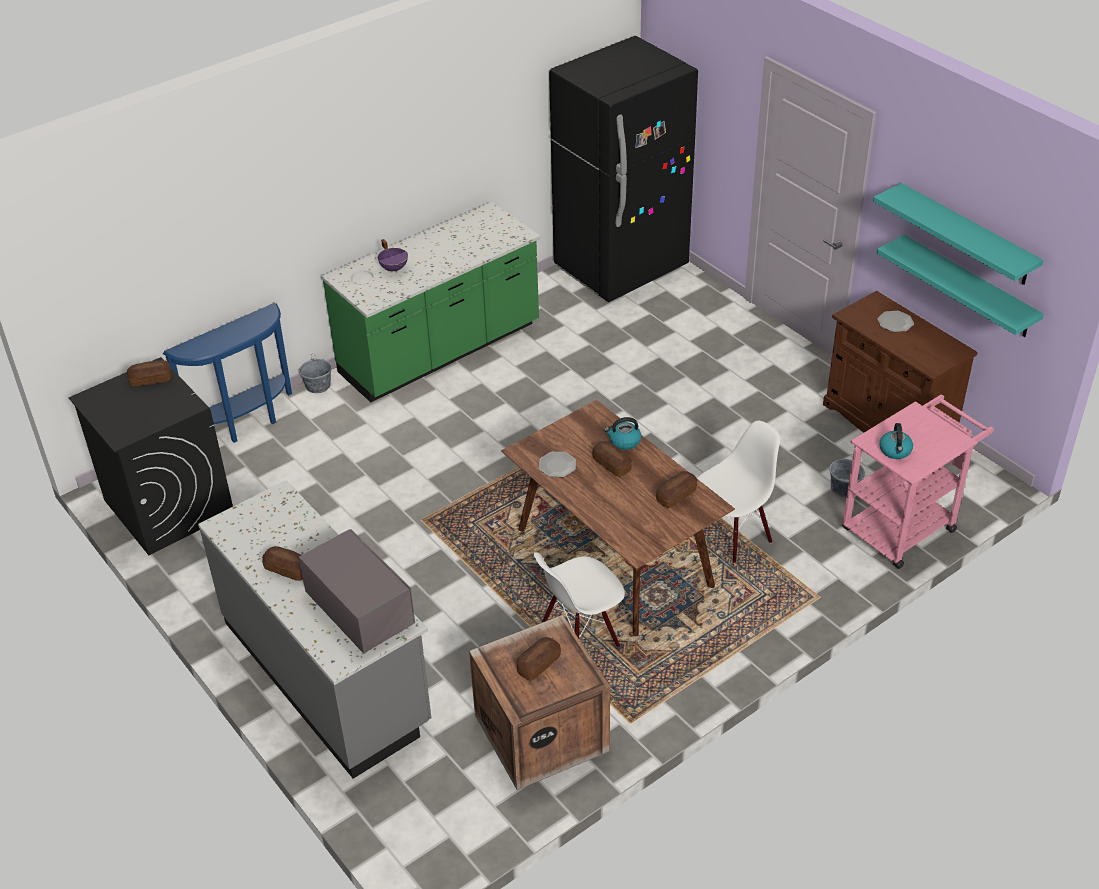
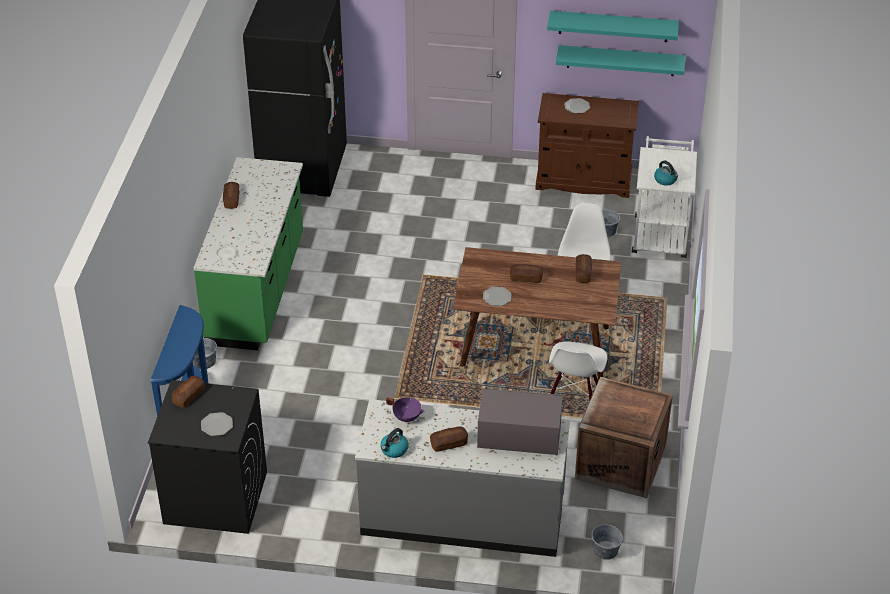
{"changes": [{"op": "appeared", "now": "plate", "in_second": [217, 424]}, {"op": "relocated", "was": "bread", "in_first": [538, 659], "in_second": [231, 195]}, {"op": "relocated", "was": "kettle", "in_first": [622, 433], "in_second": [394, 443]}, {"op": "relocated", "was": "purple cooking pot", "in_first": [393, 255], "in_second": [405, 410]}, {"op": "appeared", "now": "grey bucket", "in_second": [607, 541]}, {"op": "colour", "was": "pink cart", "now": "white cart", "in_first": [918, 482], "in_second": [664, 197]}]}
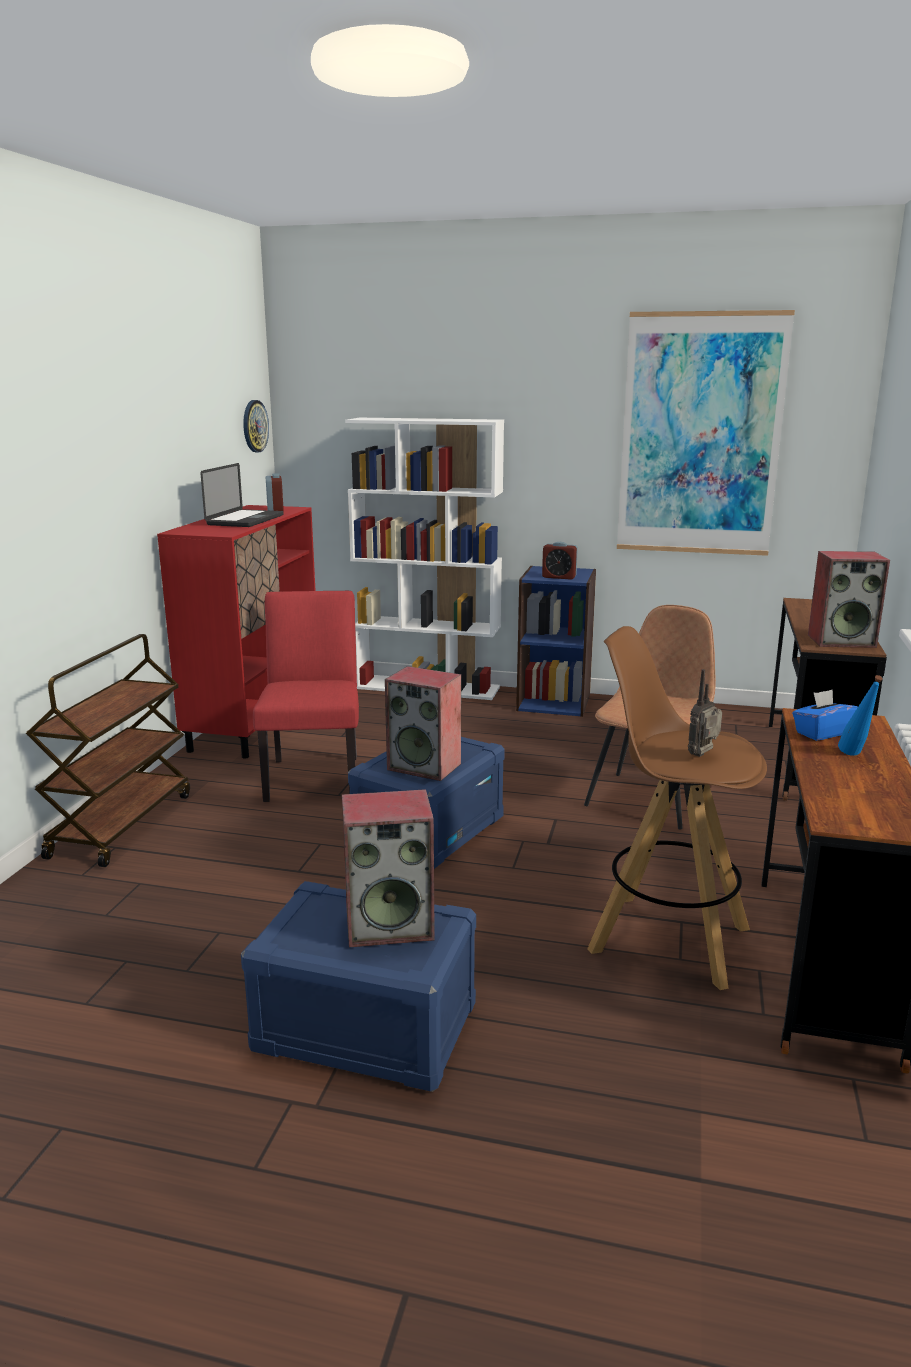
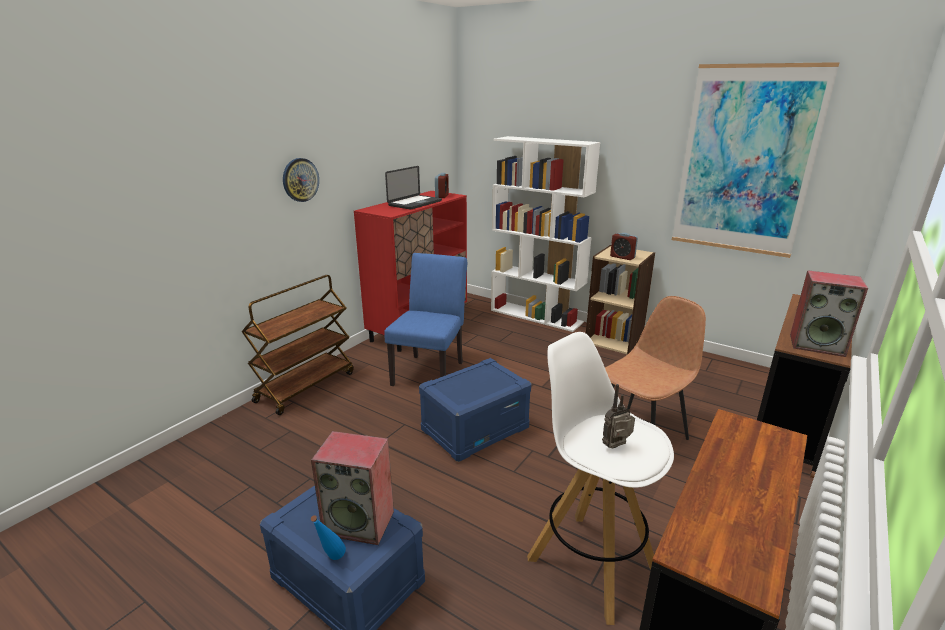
{"changes": [{"op": "relocated", "was": "wall clock", "in_first": [256, 426], "in_second": [301, 180]}, {"op": "relocated", "was": "blue bottle", "in_first": [860, 715], "in_second": [328, 537]}, {"op": "colour", "was": "red chair", "now": "blue chair", "in_first": [306, 696], "in_second": [425, 319]}, {"op": "colour", "was": "brown stool", "now": "white stool", "in_first": [677, 808], "in_second": [600, 478]}, {"op": "colour", "was": "blue bookcase", "now": "beige bookcase", "in_first": [556, 641], "in_second": [620, 300]}, {"op": "missing", "was": "speaker", "in_first": [423, 723]}, {"op": "missing", "was": "blue tissue box", "in_first": [825, 715]}]}
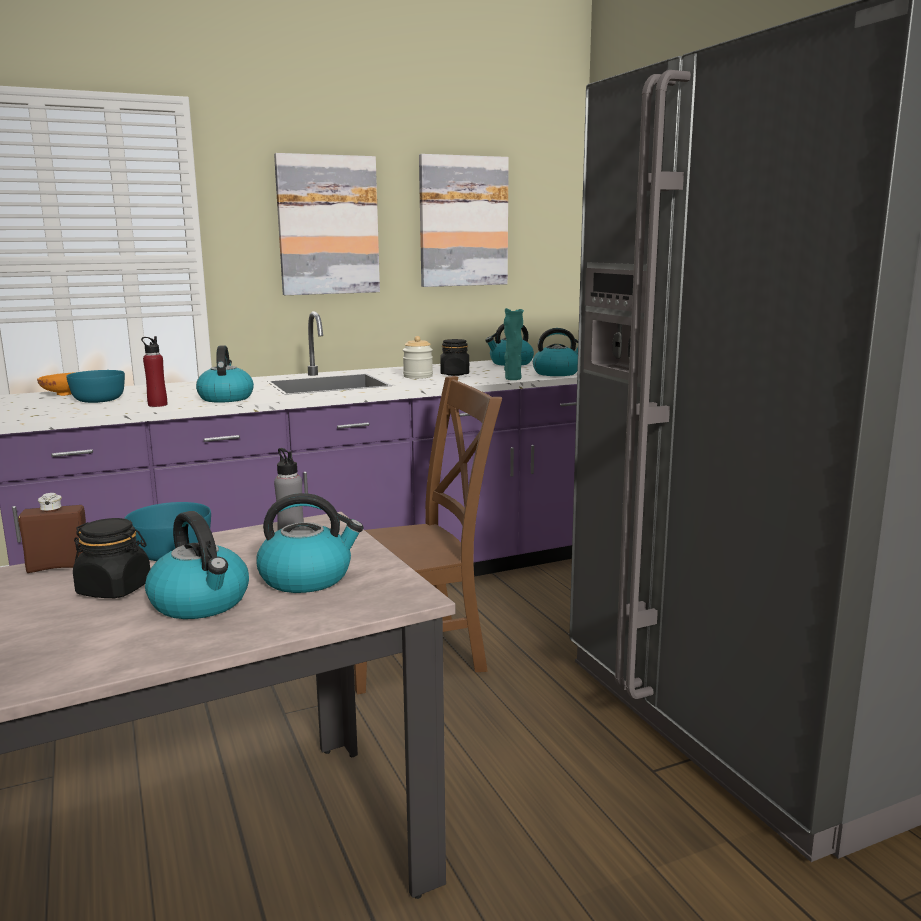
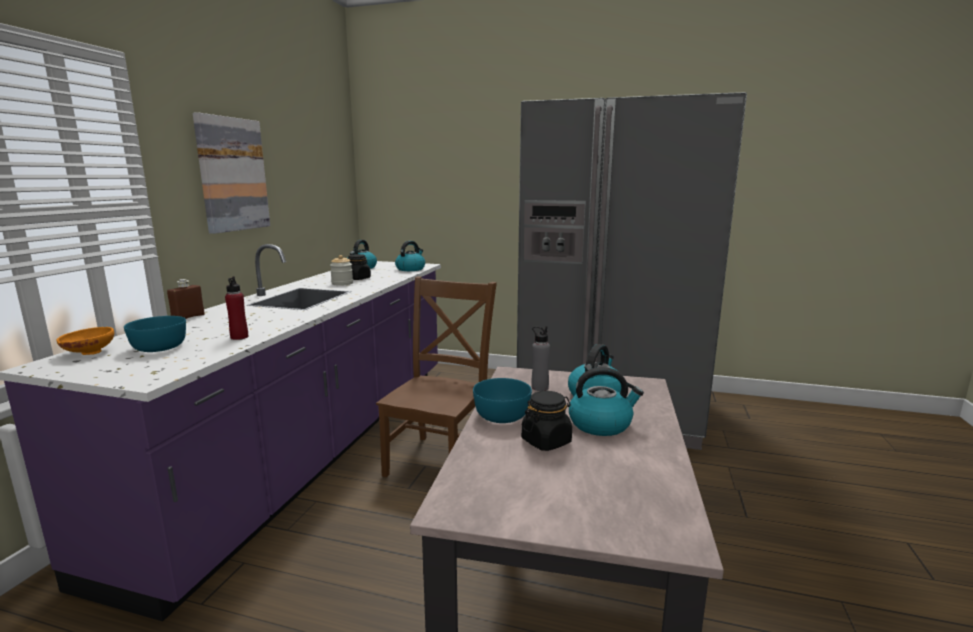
{"changes": [{"op": "relocated", "was": "brown bottle", "in_first": [52, 533], "in_second": [186, 299]}, {"op": "missing", "was": "kettle", "in_first": [225, 374]}, {"op": "missing", "was": "picture", "in_first": [464, 220]}, {"op": "missing", "was": "turquoise vase", "in_first": [514, 344]}]}
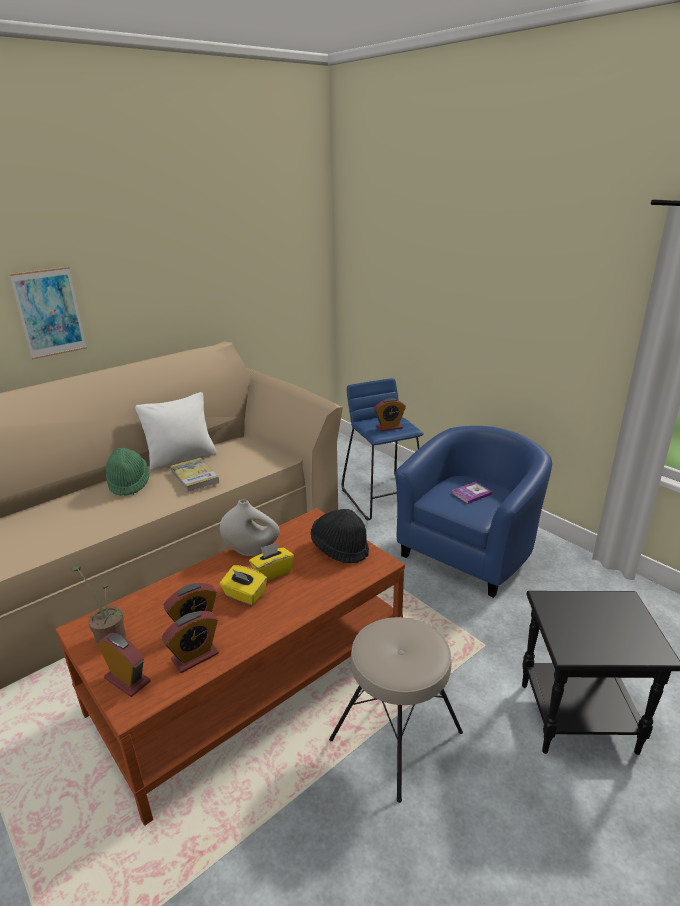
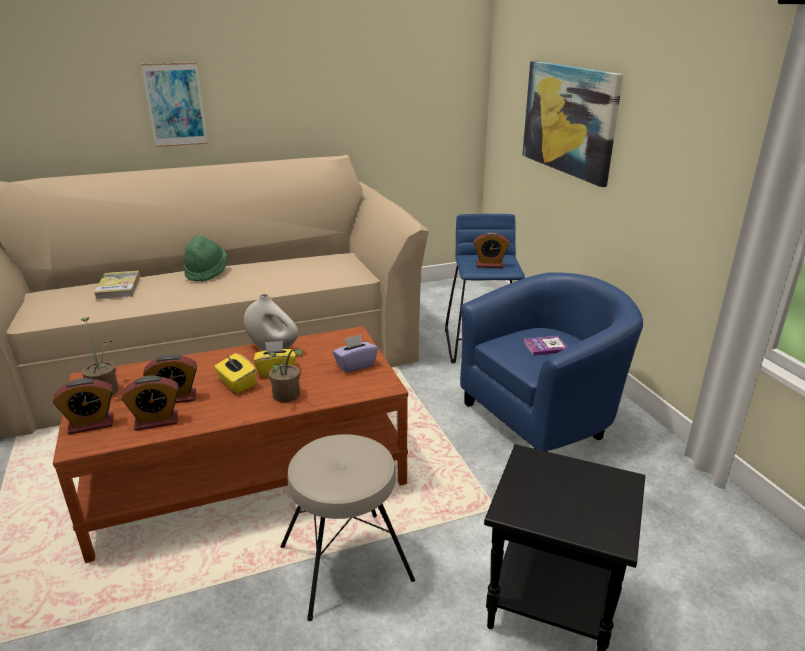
{"changes": [{"op": "spun", "was": "alarm clock", "in_first": [124, 665], "in_second": [83, 406], "clockwise": 105}, {"op": "relocated", "was": "book", "in_first": [194, 475], "in_second": [117, 285]}, {"op": "appeared", "now": "potted plant", "in_second": [285, 375]}, {"op": "exchanged", "was": "black hat", "now": "purple tissue box", "in_first": [340, 536], "in_second": [355, 353]}, {"op": "appeared", "now": "picture", "in_second": [572, 124]}, {"op": "missing", "was": "white pillow", "in_first": [175, 431]}]}
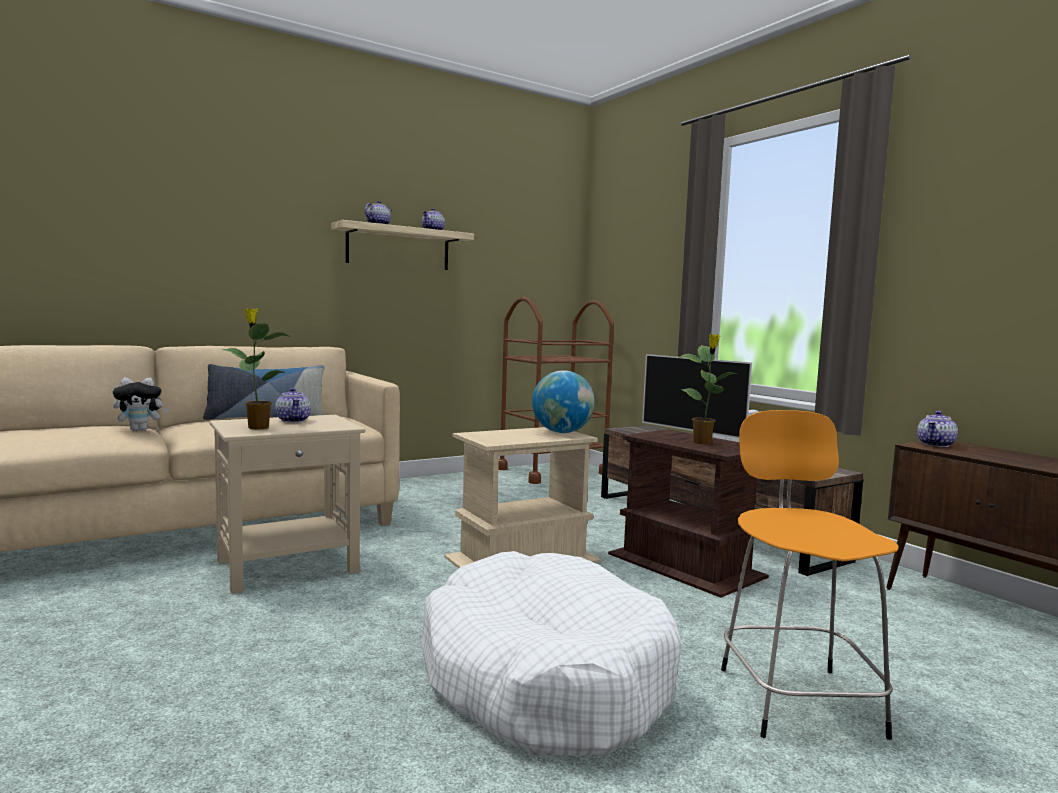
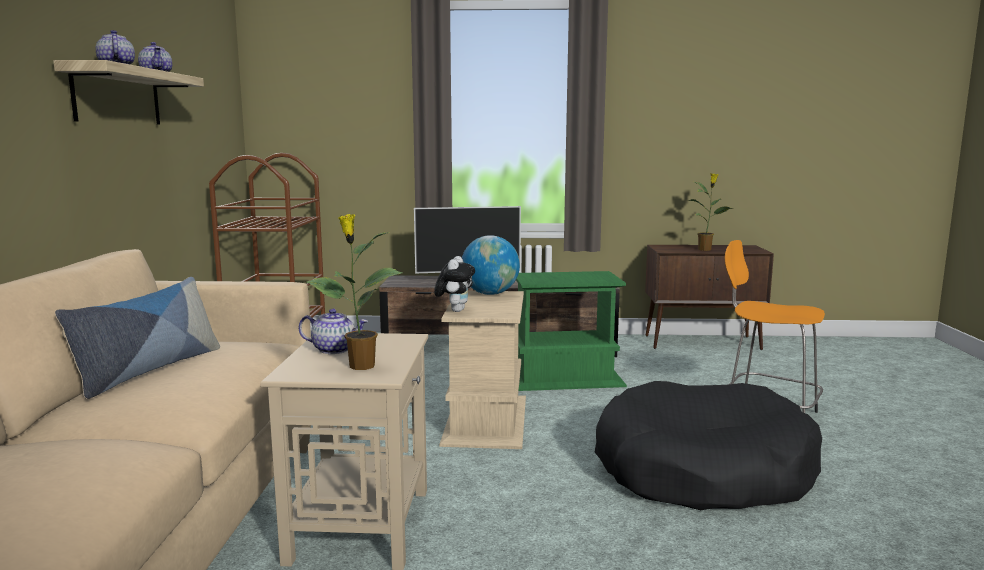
{"changes": [{"op": "relocated", "was": "plush toy", "in_first": [141, 404], "in_second": [454, 284]}, {"op": "colour", "was": "brown side table", "now": "green side table", "in_first": [688, 513], "in_second": [571, 331]}, {"op": "colour", "was": "white dog bed", "now": "black dog bed", "in_first": [551, 653], "in_second": [708, 445]}, {"op": "relocated", "was": "potted plant", "in_first": [707, 389], "in_second": [711, 212]}, {"op": "missing", "was": "teapot", "in_first": [937, 429]}]}
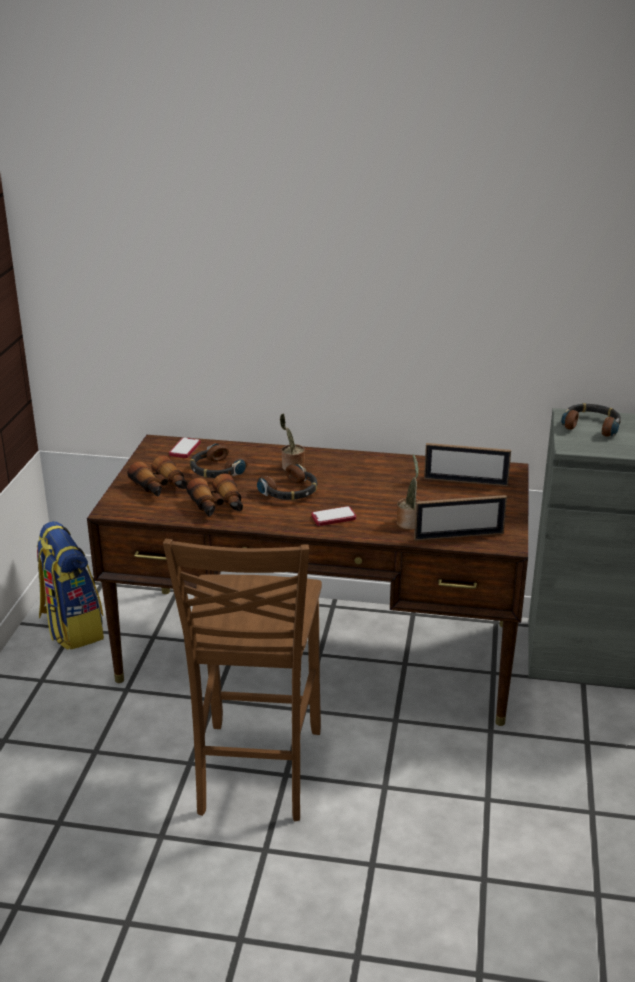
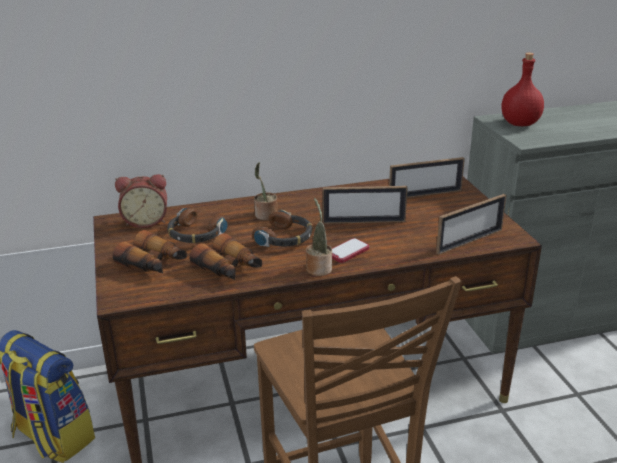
{"changes": [{"op": "exchanged", "was": "phone", "now": "alarm clock", "in_first": [185, 448], "in_second": [141, 201]}, {"op": "relocated", "was": "potted plant", "in_first": [408, 491], "in_second": [319, 237]}, {"op": "appeared", "now": "picture frame", "in_second": [365, 205]}, {"op": "exchanged", "was": "headphones", "now": "red bottle", "in_first": [591, 420], "in_second": [522, 89]}]}
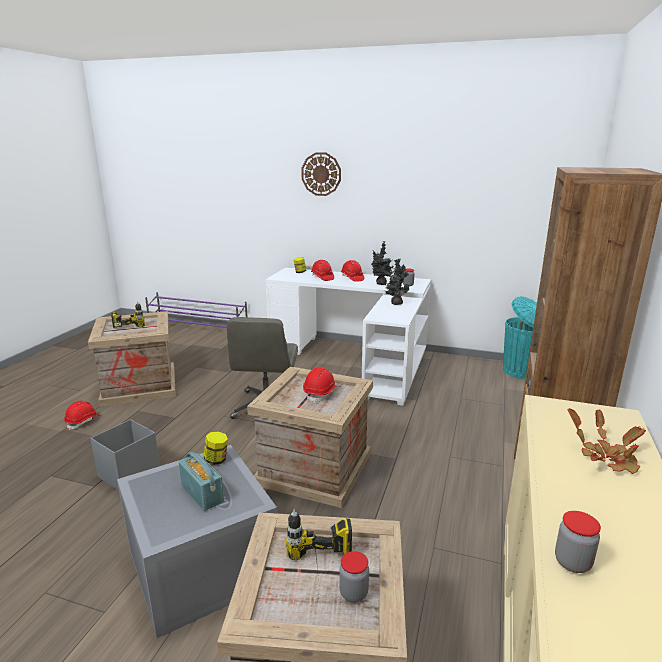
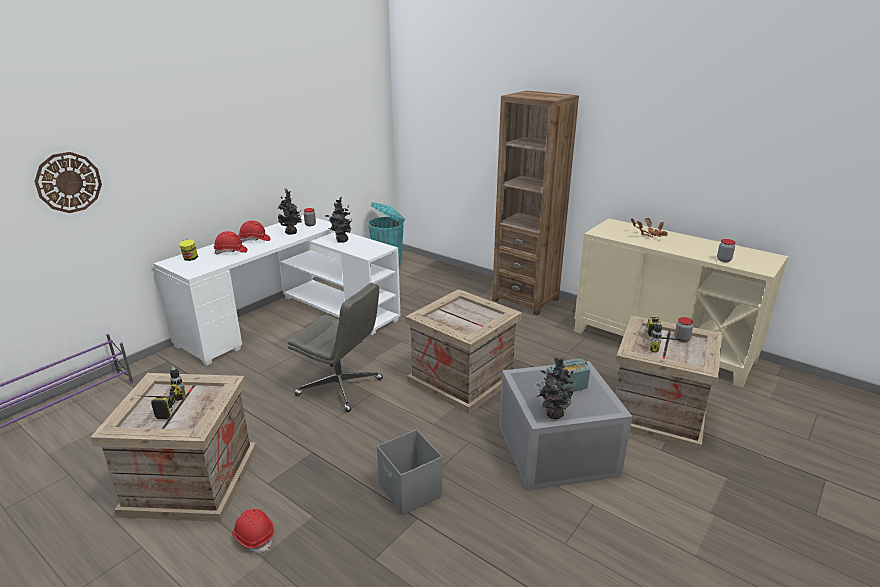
{"changes": [{"op": "relocated", "was": "wall clock", "in_first": [321, 174], "in_second": [68, 182]}, {"op": "appeared", "now": "potted plant", "in_second": [557, 388]}, {"op": "missing", "was": "jar", "in_first": [216, 448]}, {"op": "missing", "was": "red hard hat", "in_first": [319, 385]}]}
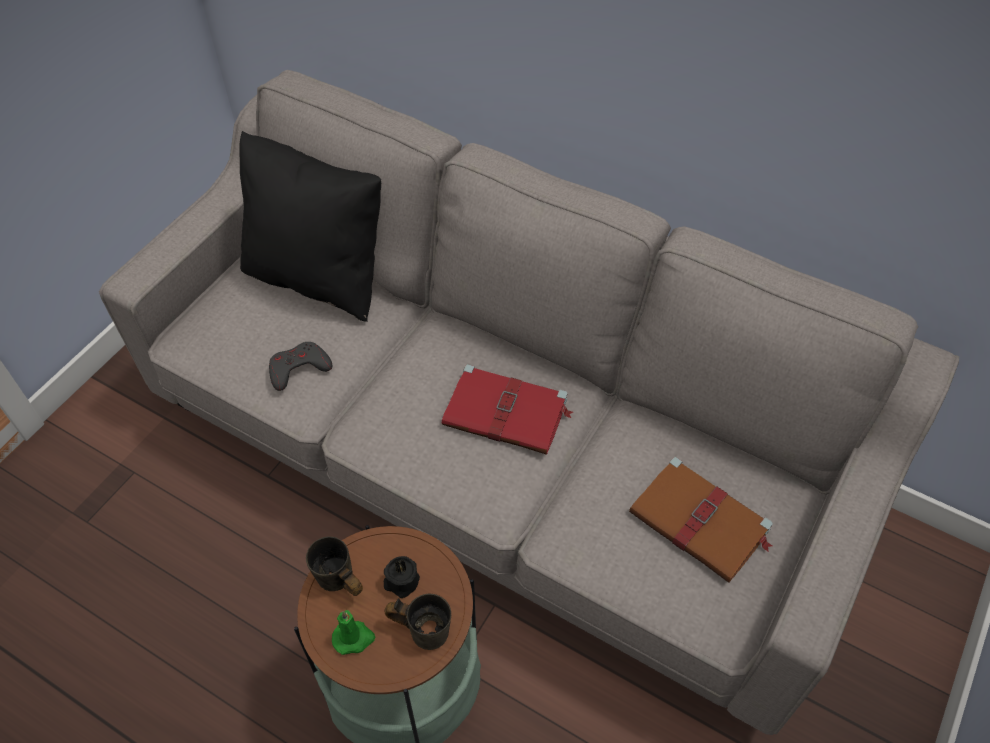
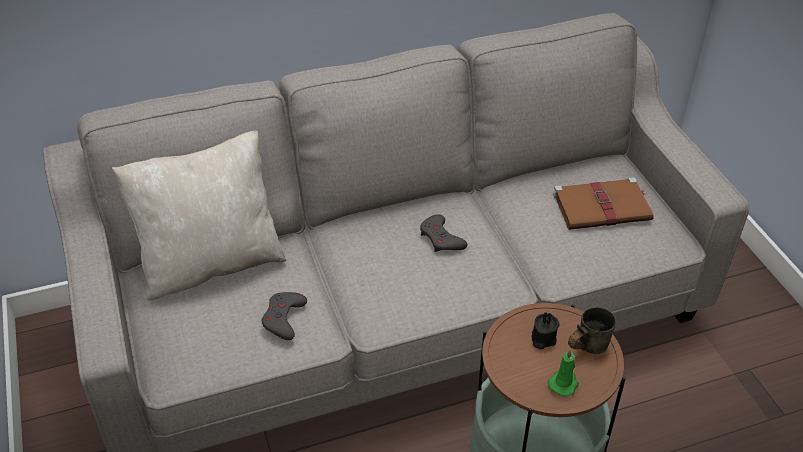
{"changes": [{"op": "colour", "was": "black pillow", "now": "beige pillow", "in_first": [310, 226], "in_second": [199, 216]}, {"op": "exchanged", "was": "red book", "now": "grey game controller", "in_first": [507, 409], "in_second": [443, 233]}, {"op": "missing", "was": "grey mug", "in_first": [334, 566]}]}
